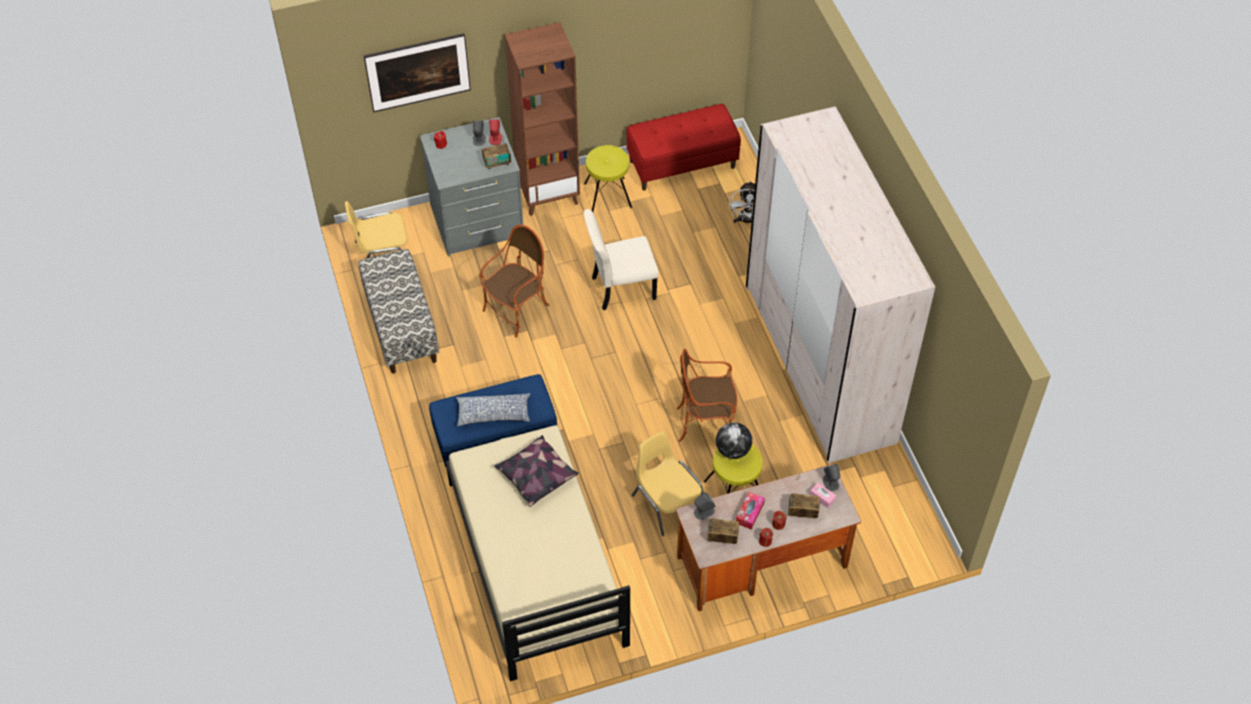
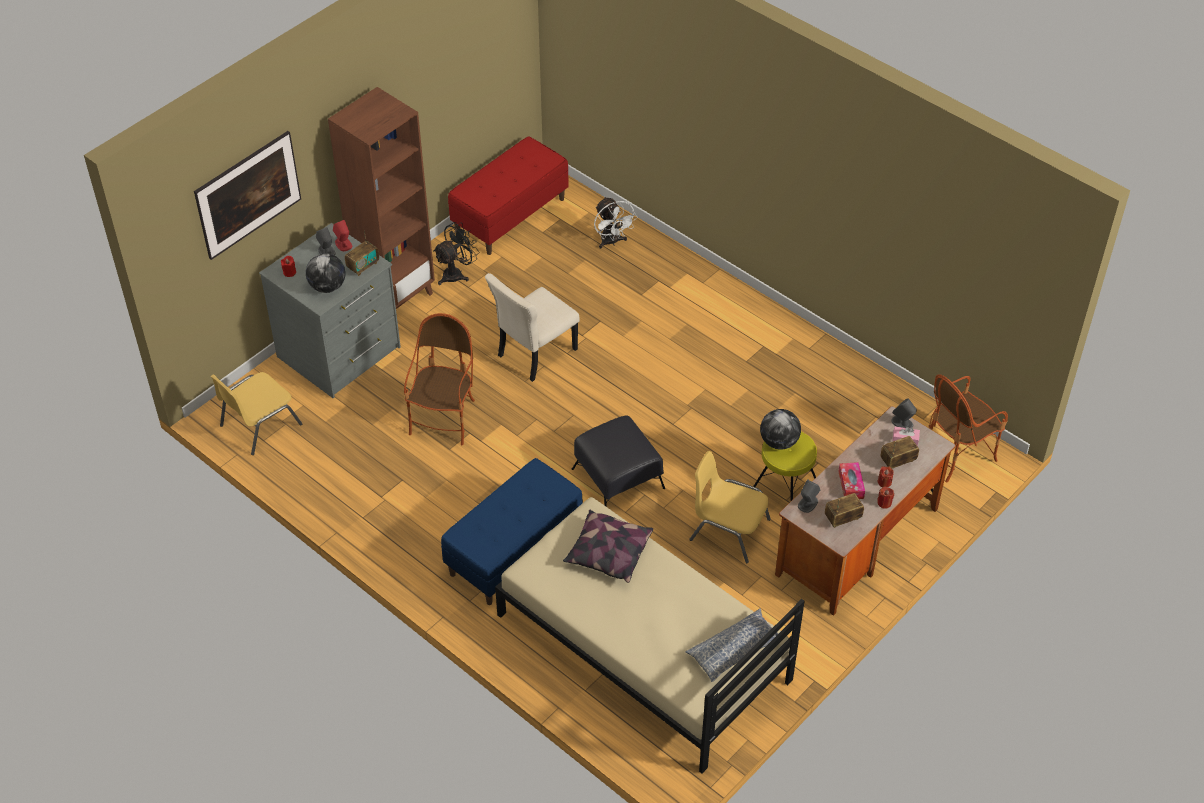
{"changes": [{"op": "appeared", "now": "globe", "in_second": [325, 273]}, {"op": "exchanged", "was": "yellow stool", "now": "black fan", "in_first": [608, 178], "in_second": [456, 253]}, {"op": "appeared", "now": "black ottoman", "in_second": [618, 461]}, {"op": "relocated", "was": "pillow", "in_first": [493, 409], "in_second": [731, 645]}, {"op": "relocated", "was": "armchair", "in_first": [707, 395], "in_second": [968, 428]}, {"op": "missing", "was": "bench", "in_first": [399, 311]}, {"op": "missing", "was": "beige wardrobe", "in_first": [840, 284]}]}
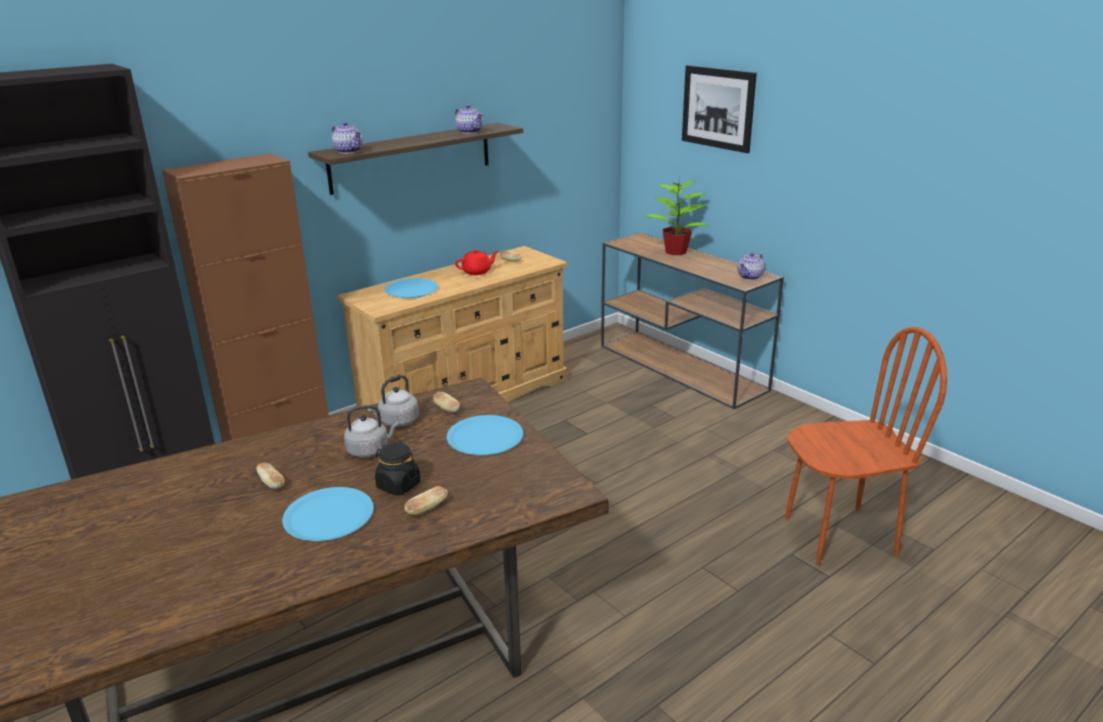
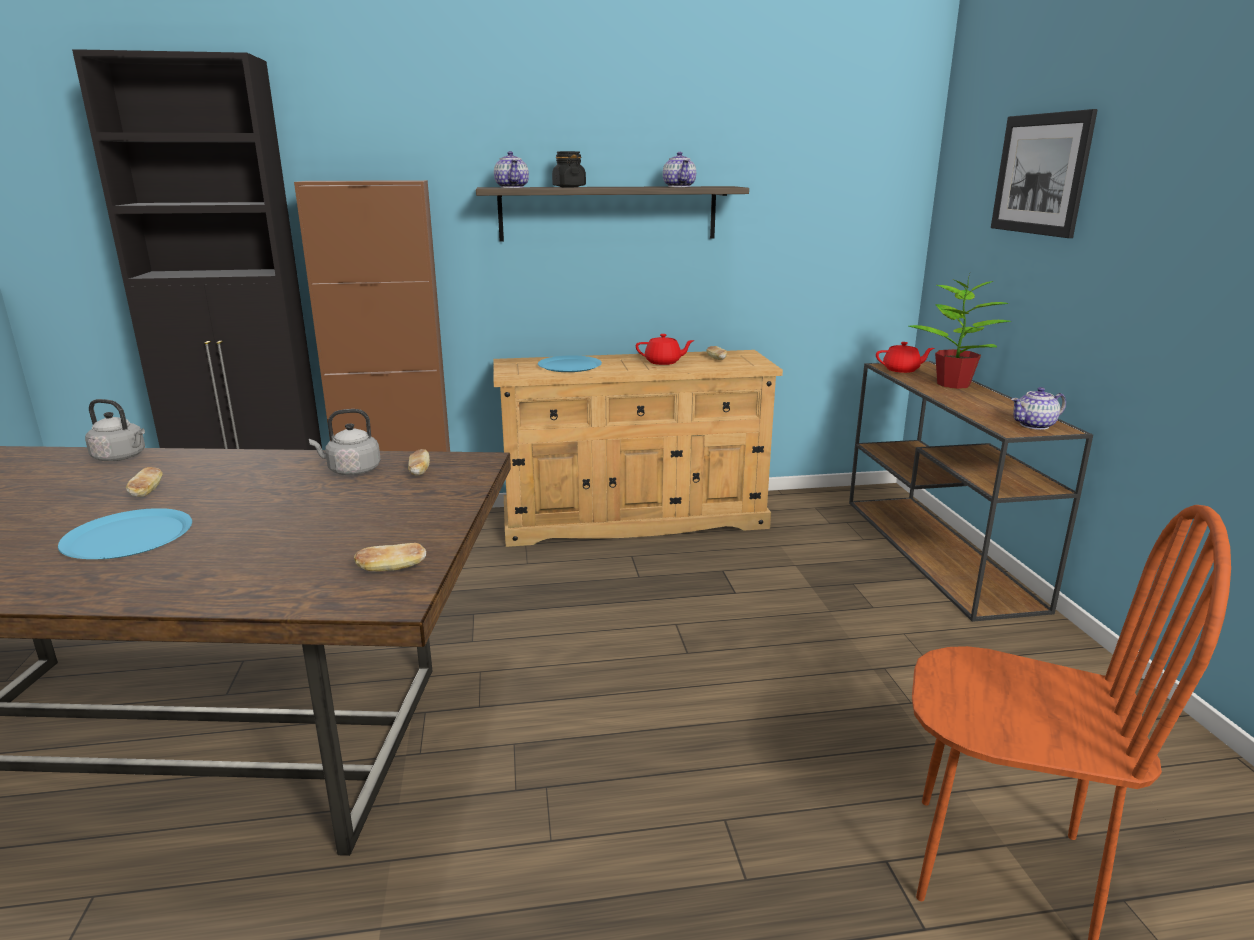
{"changes": [{"op": "relocated", "was": "grey kettle", "in_first": [371, 431], "in_second": [115, 430]}, {"op": "relocated", "was": "bread", "in_first": [426, 500], "in_second": [390, 557]}, {"op": "relocated", "was": "black jar", "in_first": [397, 469], "in_second": [569, 169]}, {"op": "appeared", "now": "red teapot", "in_second": [905, 357]}, {"op": "missing", "was": "blue plate", "in_first": [485, 435]}]}
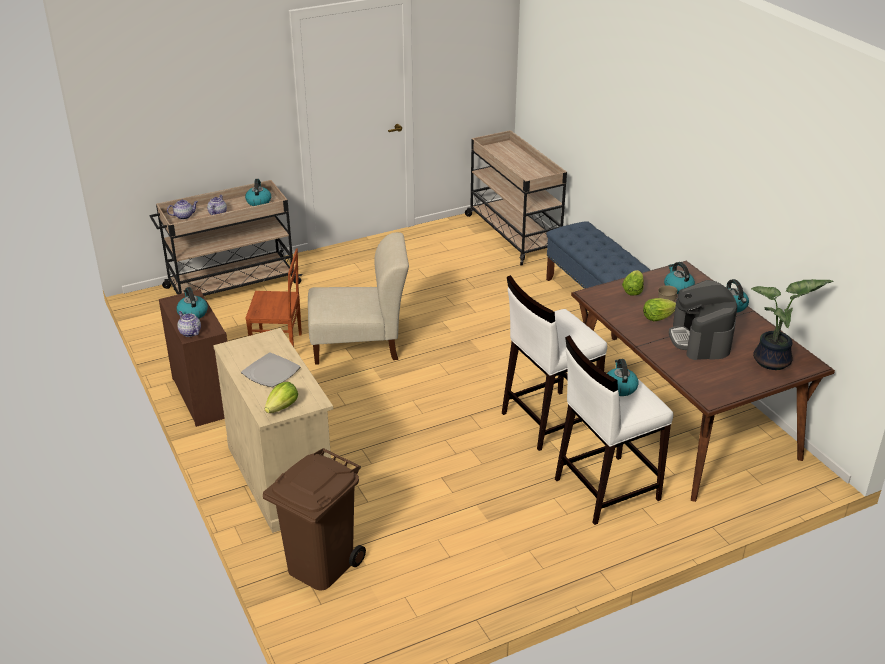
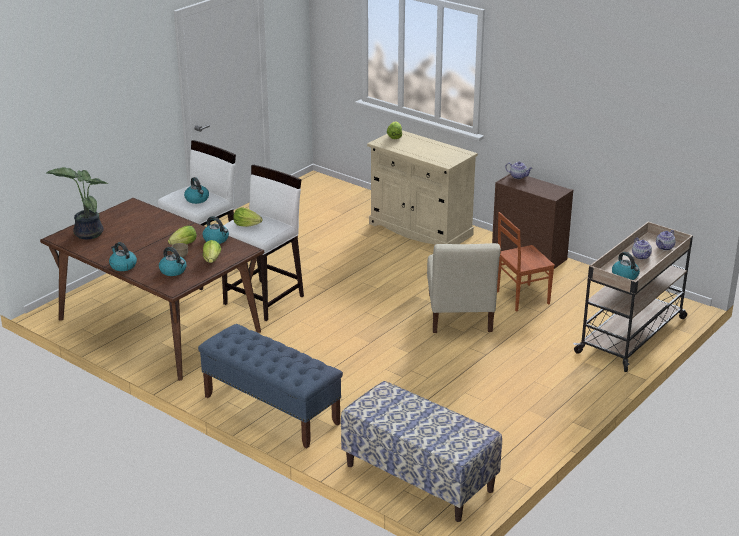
{"changes": [{"op": "relocated", "was": "kettle", "in_first": [192, 303], "in_second": [215, 230]}, {"op": "appeared", "now": "lettuce", "in_second": [248, 217]}, {"op": "exchanged", "was": "beige cart", "now": "bench", "in_first": [516, 198], "in_second": [421, 451]}, {"op": "spun", "was": "beige chair", "in_first": [358, 298], "in_second": [464, 288], "clockwise": -60}, {"op": "missing", "was": "plate", "in_first": [270, 369]}, {"op": "missing", "was": "brown trash can", "in_first": [314, 519]}, {"op": "missing", "was": "coffee machine", "in_first": [703, 320]}]}
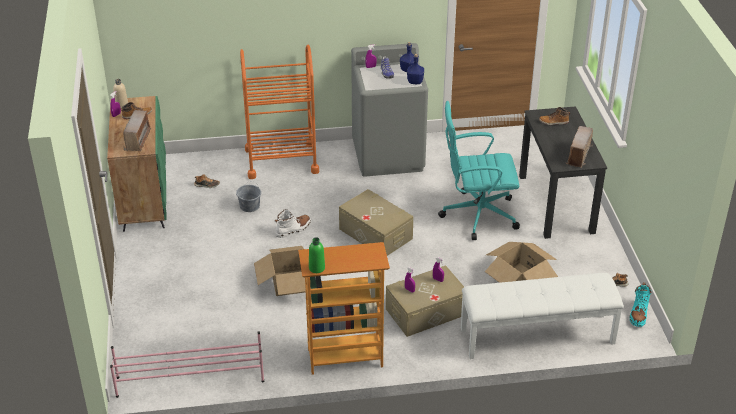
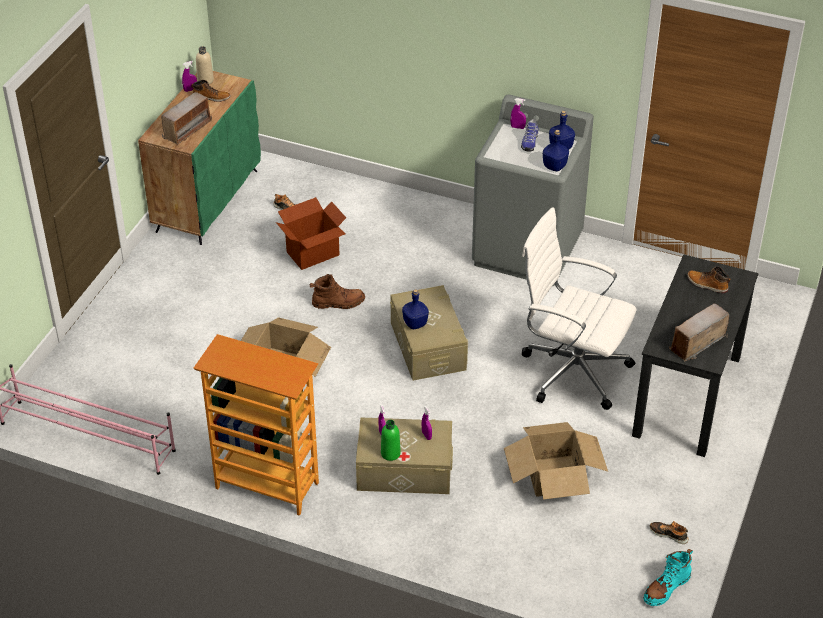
{"changes": [{"op": "exchanged", "was": "grey bucket", "now": "cardboard box", "in_first": [248, 196], "in_second": [311, 233]}, {"op": "colour", "was": "white boot", "now": "brown boot", "in_first": [292, 223], "in_second": [337, 291]}, {"op": "relocated", "was": "green bottle", "in_first": [317, 255], "in_second": [391, 440]}, {"op": "appeared", "now": "blue bottle", "in_second": [415, 309]}, {"op": "colour", "was": "turquoise office chair", "now": "white office chair", "in_first": [479, 170], "in_second": [579, 308]}, {"op": "missing", "was": "orange cart", "in_first": [279, 112]}, {"op": "missing", "was": "white bench", "in_first": [542, 316]}]}
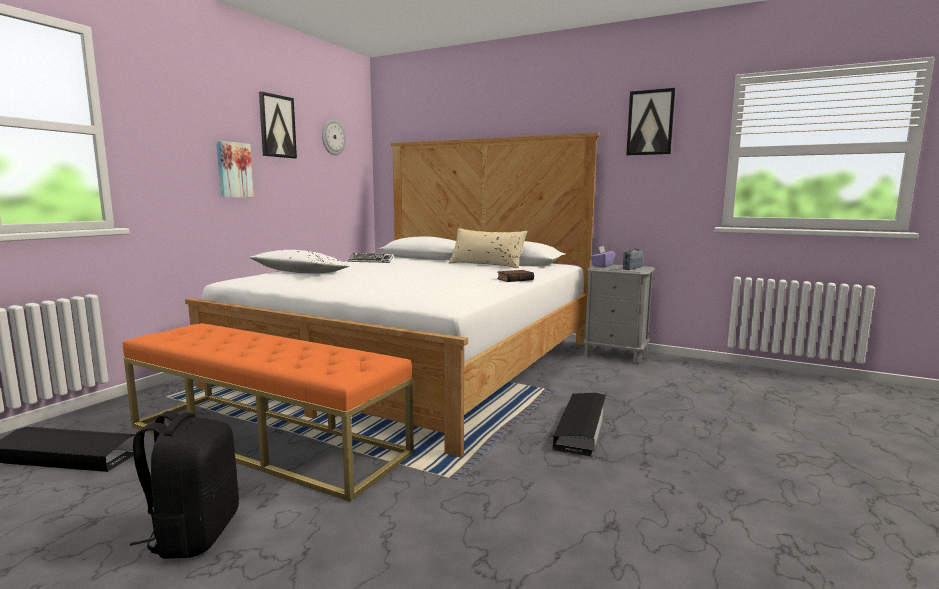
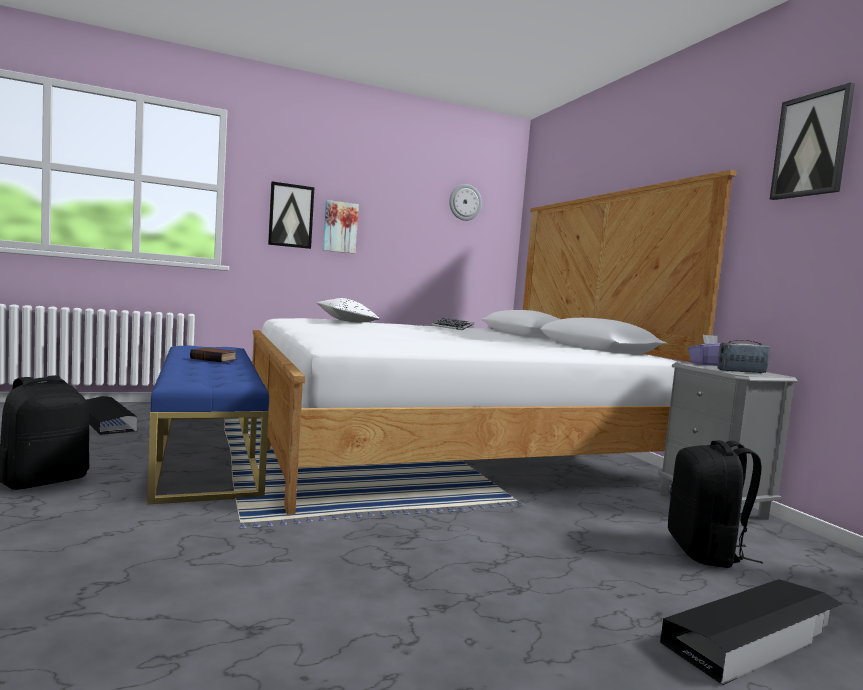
{"changes": [{"op": "colour", "was": "orange bench", "now": "blue bench", "in_first": [268, 412], "in_second": [208, 425]}, {"op": "relocated", "was": "book", "in_first": [515, 276], "in_second": [213, 355]}, {"op": "relocated", "was": "picture", "in_first": [278, 125], "in_second": [291, 215]}, {"op": "relocated", "was": "black storage box", "in_first": [579, 425], "in_second": [751, 632]}, {"op": "appeared", "now": "black backpack", "in_second": [715, 504]}, {"op": "missing", "was": "beige pillow", "in_first": [488, 248]}]}
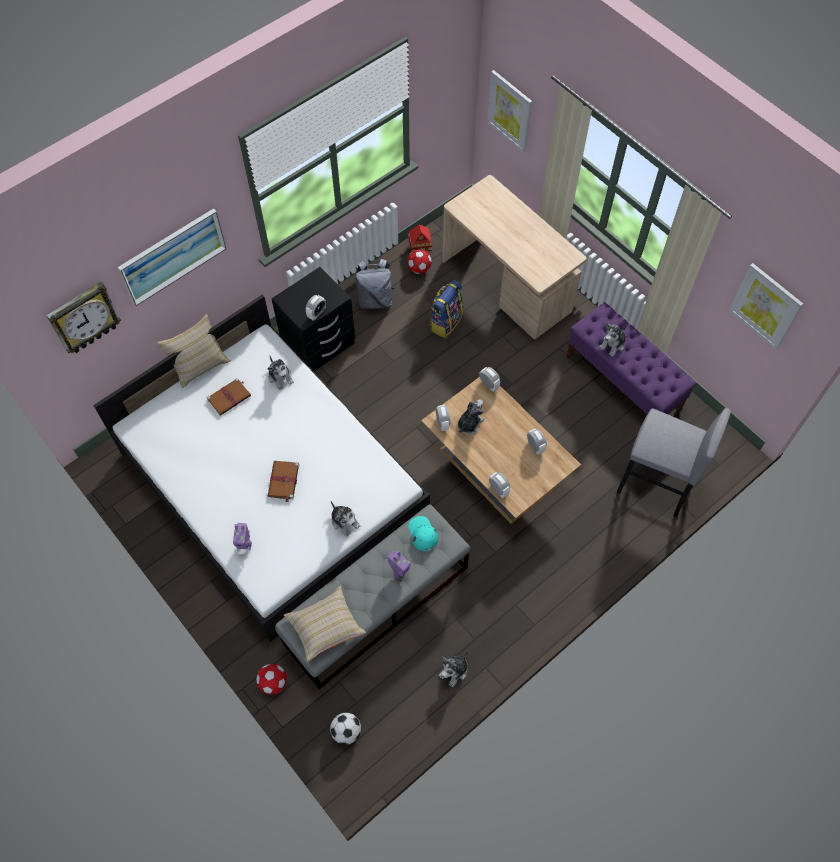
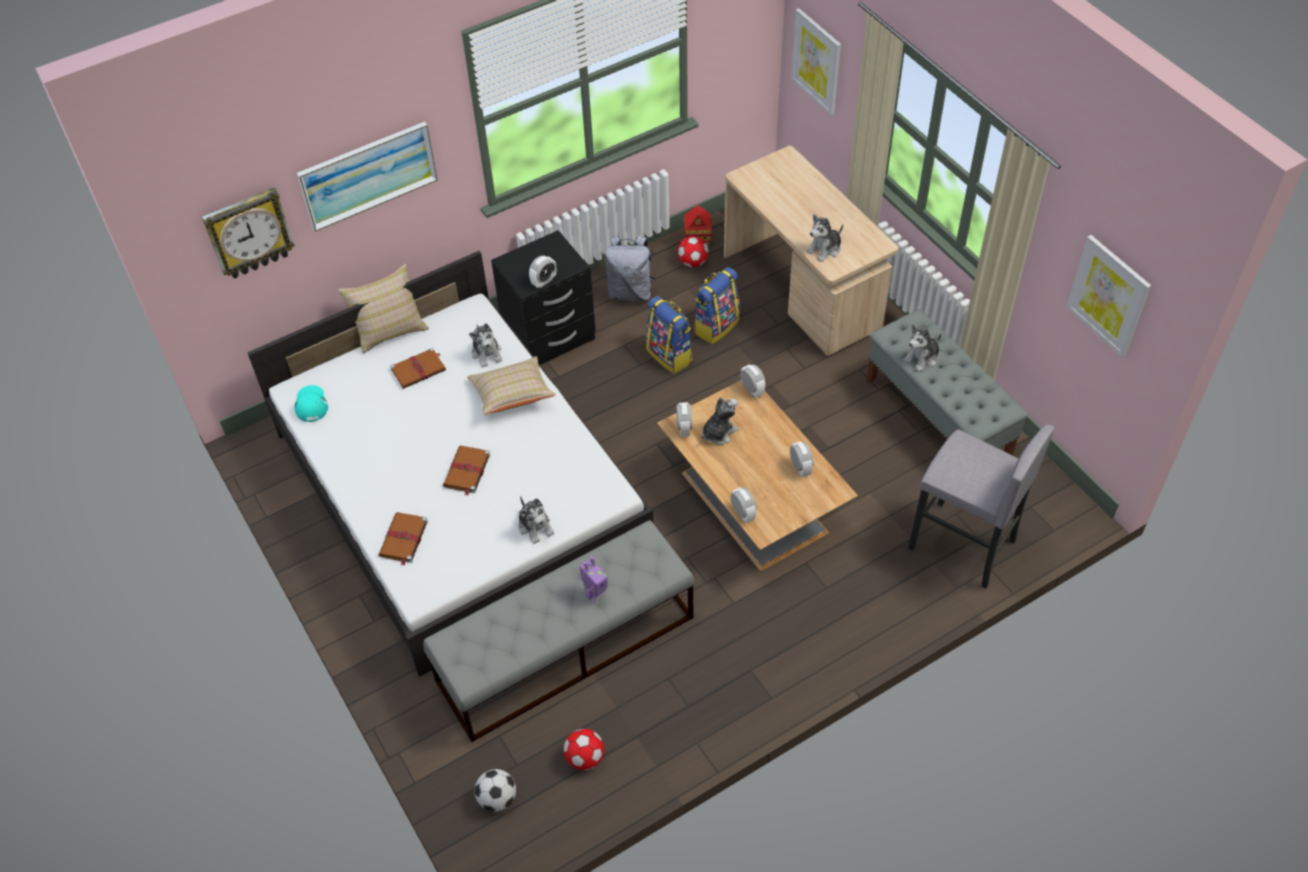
{"changes": [{"op": "relocated", "was": "turquoise cap", "in_first": [423, 533], "in_second": [311, 403]}, {"op": "exchanged", "was": "toy robot", "now": "brown book", "in_first": [242, 536], "in_second": [403, 538]}, {"op": "relocated", "was": "beige pillow", "in_first": [325, 624], "in_second": [511, 385]}, {"op": "relocated", "was": "football", "in_first": [271, 679], "in_second": [584, 749]}, {"op": "appeared", "now": "backpack", "in_second": [669, 335]}, {"op": "relocated", "was": "plush toy", "in_first": [453, 669], "in_second": [824, 238]}, {"op": "colour", "was": "purple bench", "now": "grey bench", "in_first": [631, 358], "in_second": [947, 382]}]}
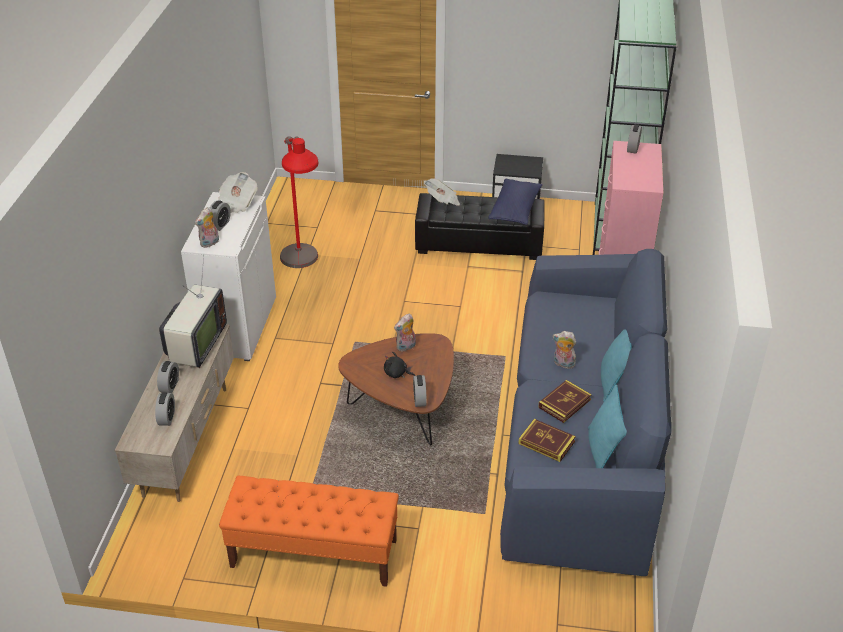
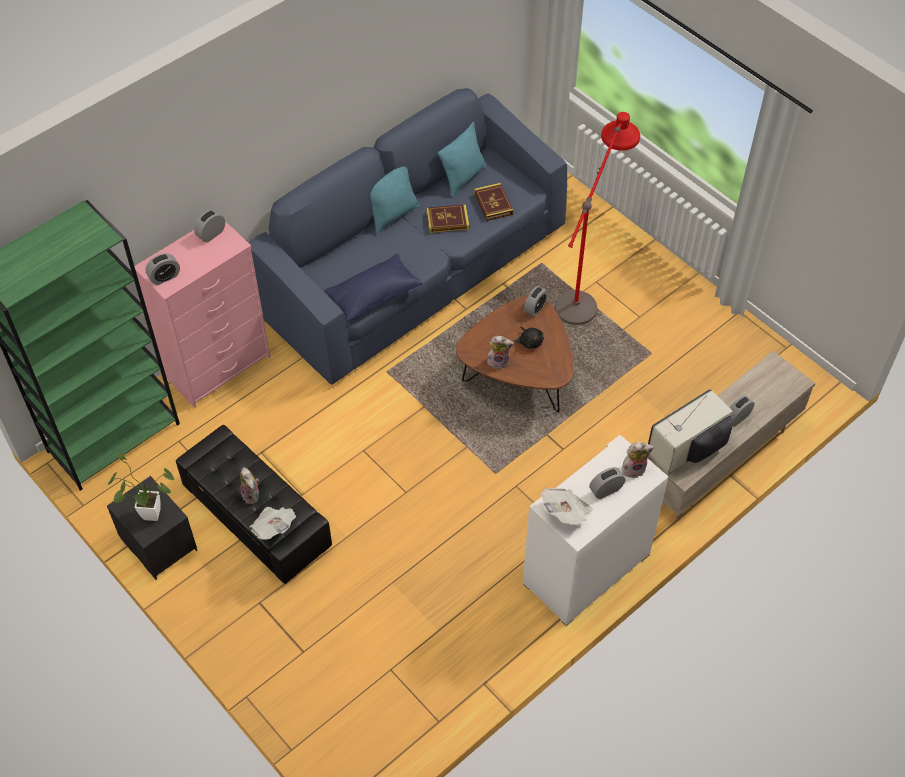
{"changes": [{"op": "appeared", "now": "potted plant", "in_second": [141, 486]}, {"op": "relocated", "was": "alarm clock", "in_first": [165, 409], "in_second": [209, 226]}, {"op": "relocated", "was": "plush toy", "in_first": [564, 350], "in_second": [249, 485]}, {"op": "relocated", "was": "blue pillow", "in_first": [515, 202], "in_second": [373, 288]}, {"op": "relocated", "was": "red floor lamp", "in_first": [299, 202], "in_second": [597, 218]}, {"op": "missing", "was": "orange bench", "in_first": [309, 531]}]}
